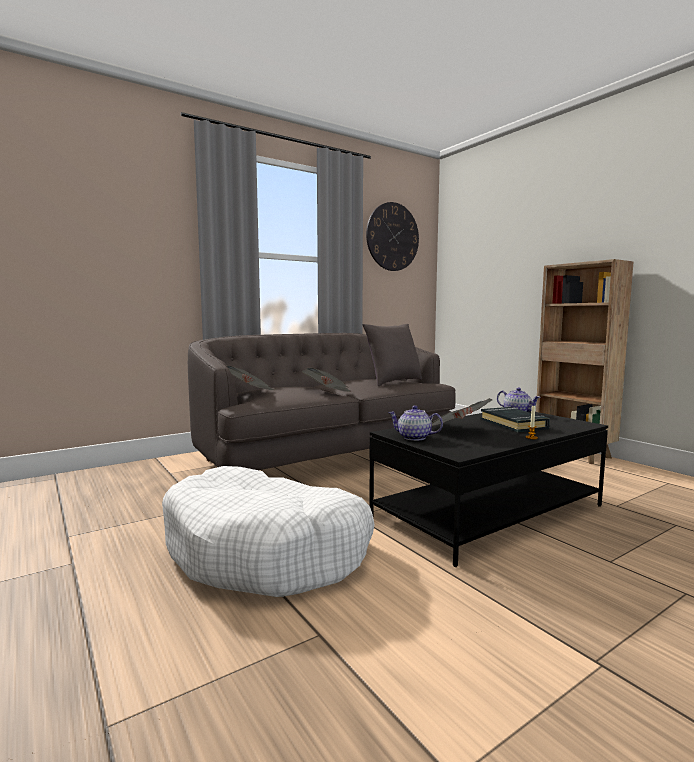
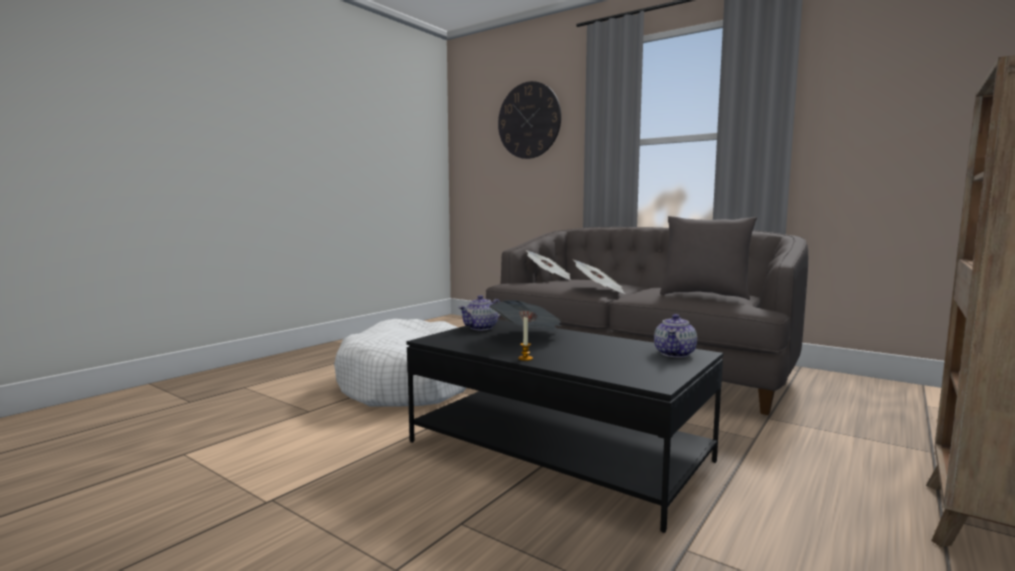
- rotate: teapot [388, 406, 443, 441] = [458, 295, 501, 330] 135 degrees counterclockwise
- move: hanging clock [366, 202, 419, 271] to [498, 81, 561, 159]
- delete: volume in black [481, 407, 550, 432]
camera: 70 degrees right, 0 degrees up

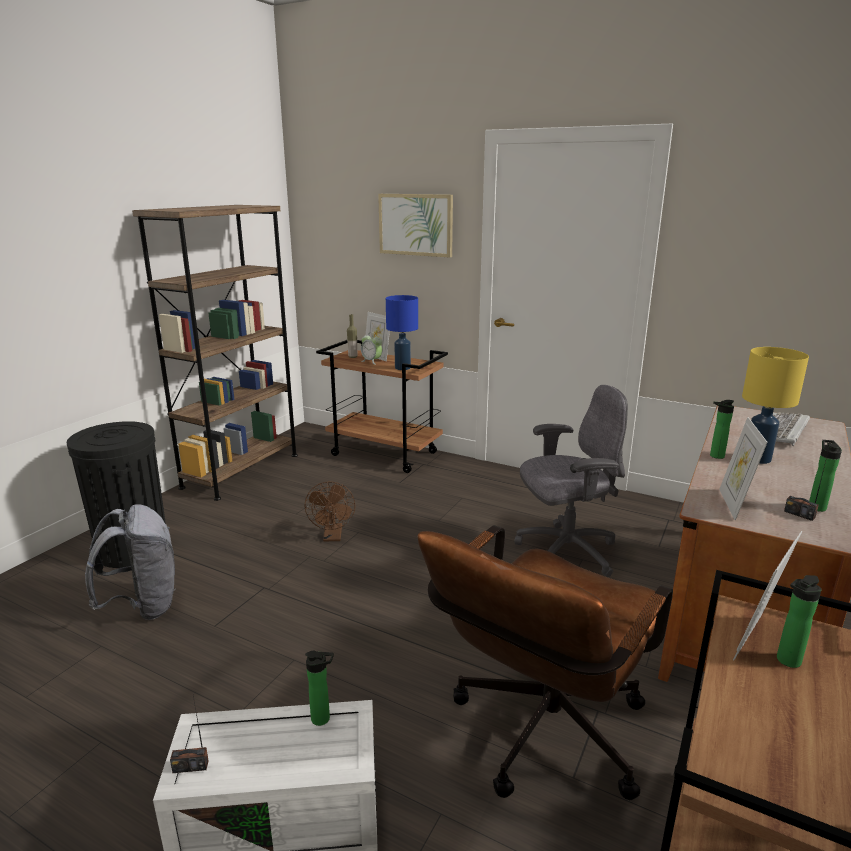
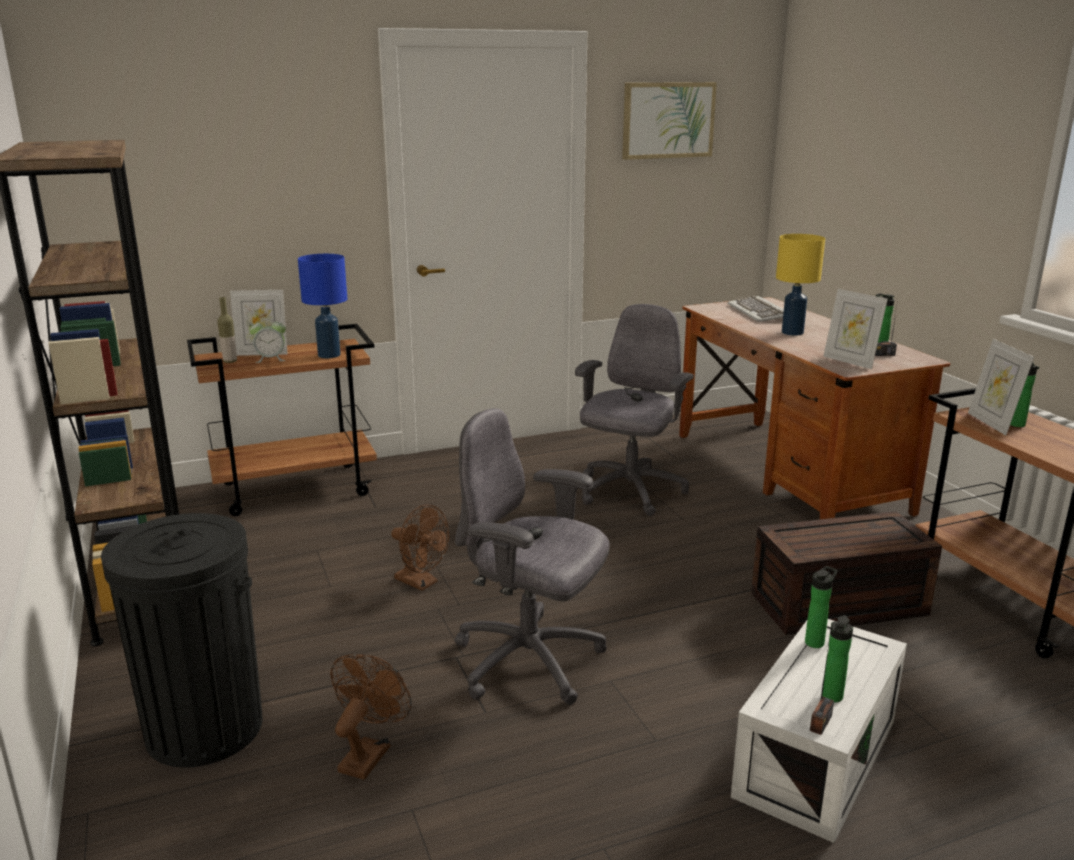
- replace: knapsack in grey [85, 504, 175, 620] to cooling fan in brown [330, 654, 412, 779]
- insert: computer chair in grey [455, 408, 610, 705]
- move: picture [378, 194, 453, 257] to [622, 82, 717, 160]
- replace: computer chair in brown [417, 525, 673, 800] to storage container in brown [751, 511, 942, 635]
- move: bottle [710, 400, 734, 459] to [822, 615, 853, 702]
camera: 50 degrees left, 0 degrees up

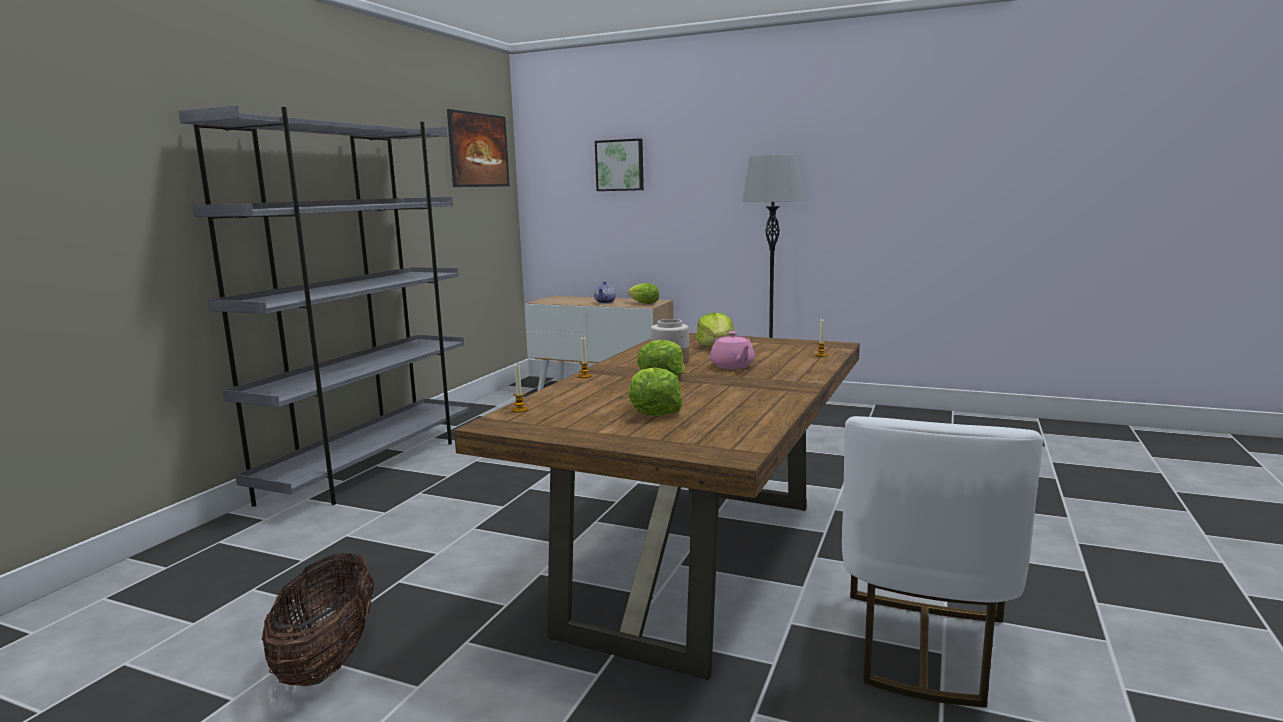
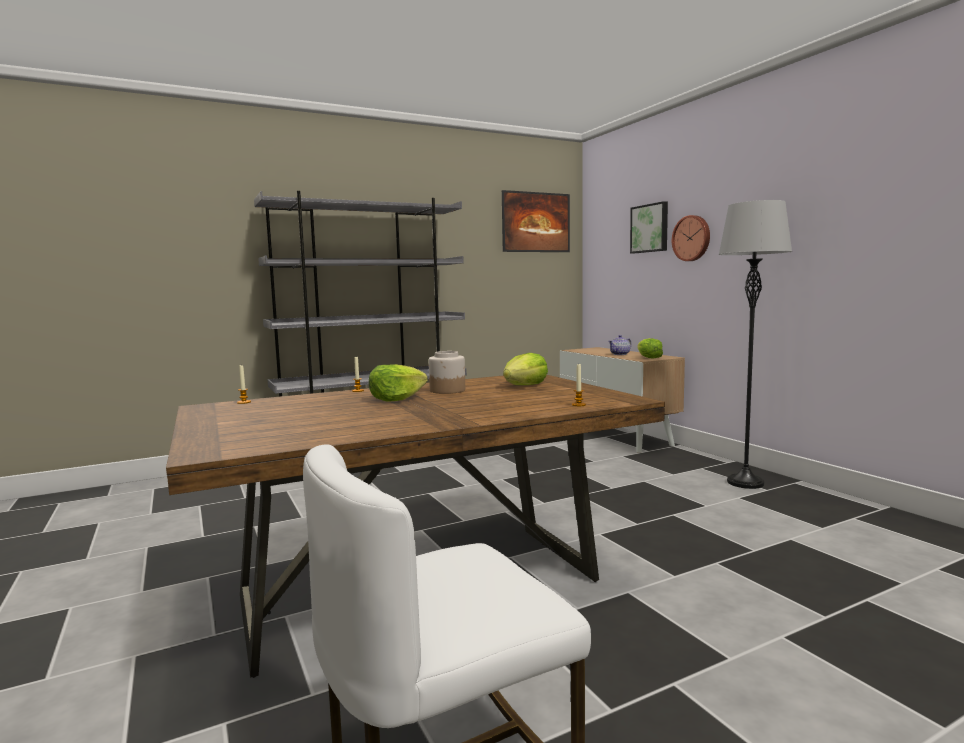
- insert: hanging clock [672, 215, 710, 261]
- delete: basket [262, 553, 374, 686]
- delete: head of lettuce [628, 367, 683, 416]
- delete: teapot in pinkish [710, 332, 755, 369]
camera: 40 degrees right, 5 degrees down

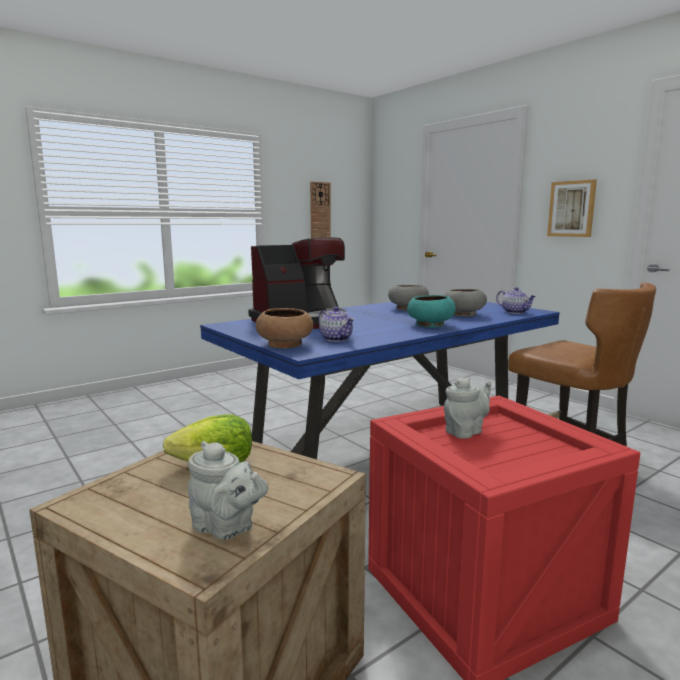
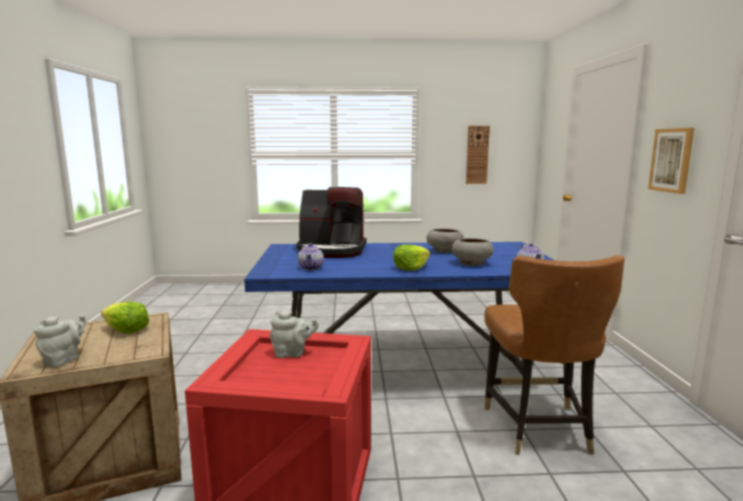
- rotate: teapot in grey [188, 441, 268, 540] = [34, 314, 86, 367] 135 degrees counterclockwise
- replace: deep dish in turquoise-coloured [407, 295, 456, 328] to head of lettuce [393, 245, 430, 271]
- delete: deep dish in brown [255, 308, 313, 349]
camera: 35 degrees right, 0 degrees up

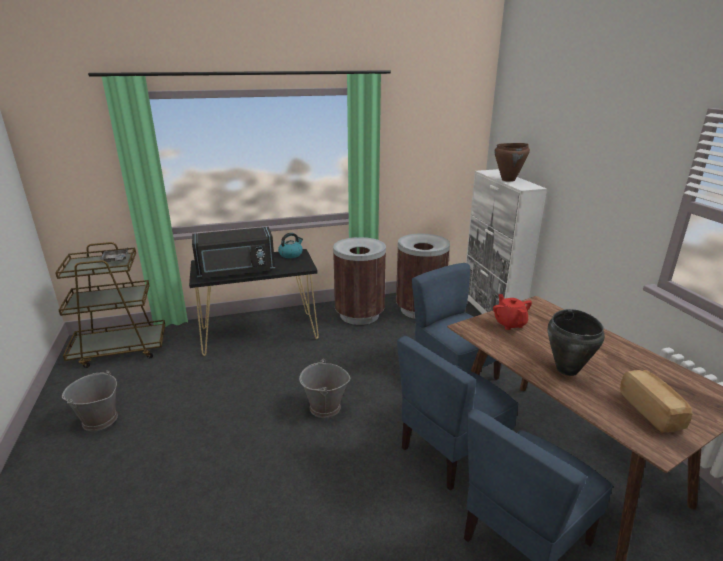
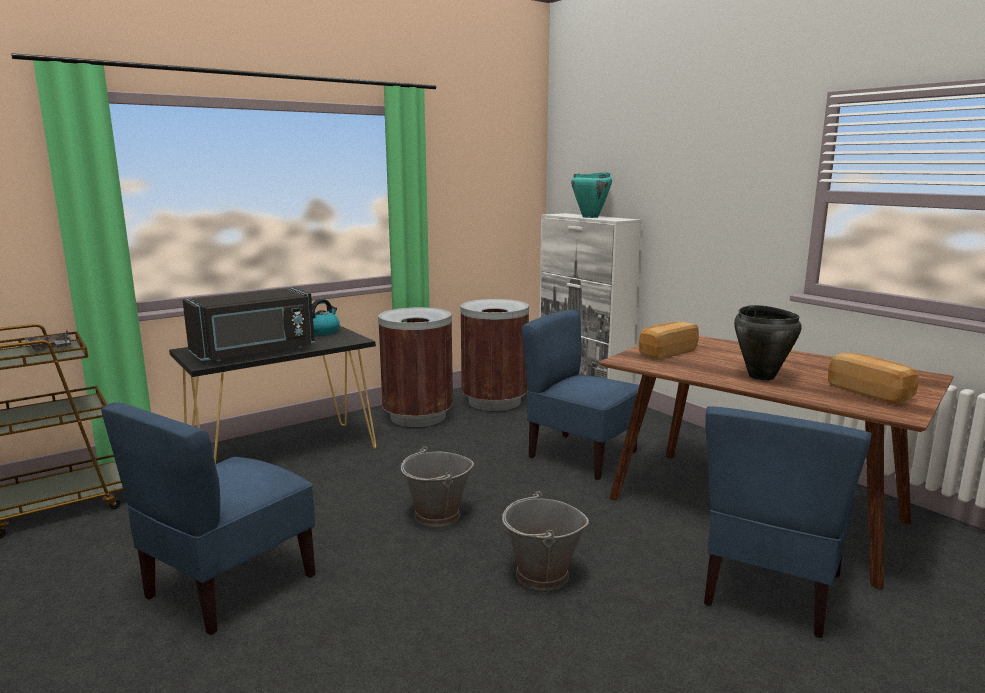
- move: plain chair in bluish [397, 336, 518, 491] to [101, 402, 315, 635]
- move: water bucket in grey [62, 370, 118, 431] to [502, 491, 589, 591]
- recolor: stockpot in brown [495, 143, 530, 182] to stockpot in turquoise-coloured [571, 172, 612, 218]
- replace: teapot in red-coloured [493, 294, 532, 330] to bakery bread [639, 322, 699, 360]
camera: 20 degrees left, 10 degrees down

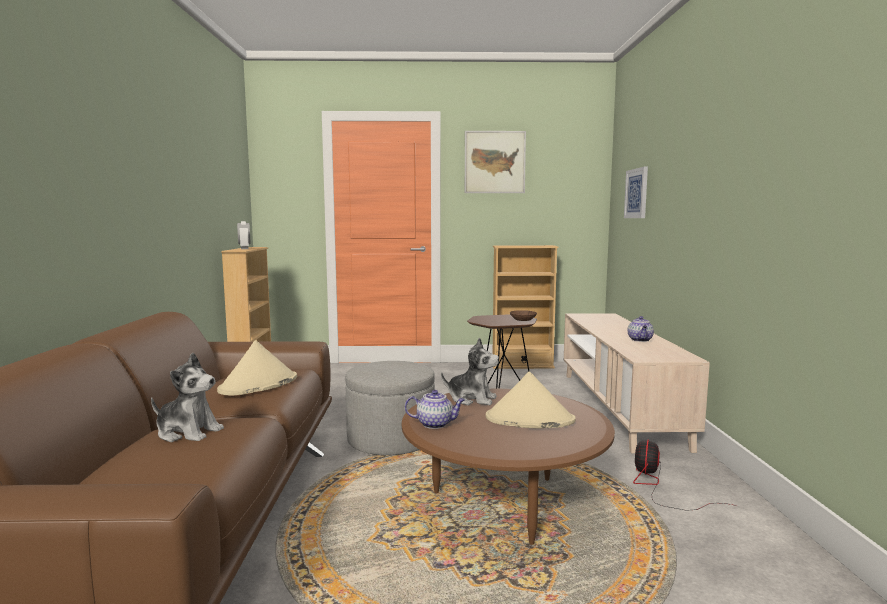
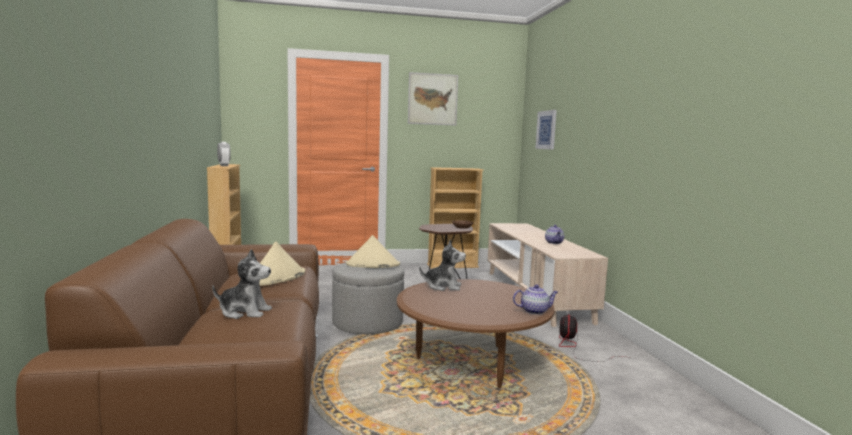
- move: wearable hat in sand-coloured [486, 372, 576, 429] to [346, 235, 400, 268]
- move: teapot [405, 390, 465, 429] to [513, 285, 558, 314]
camera: 10 degrees left, 0 degrees up

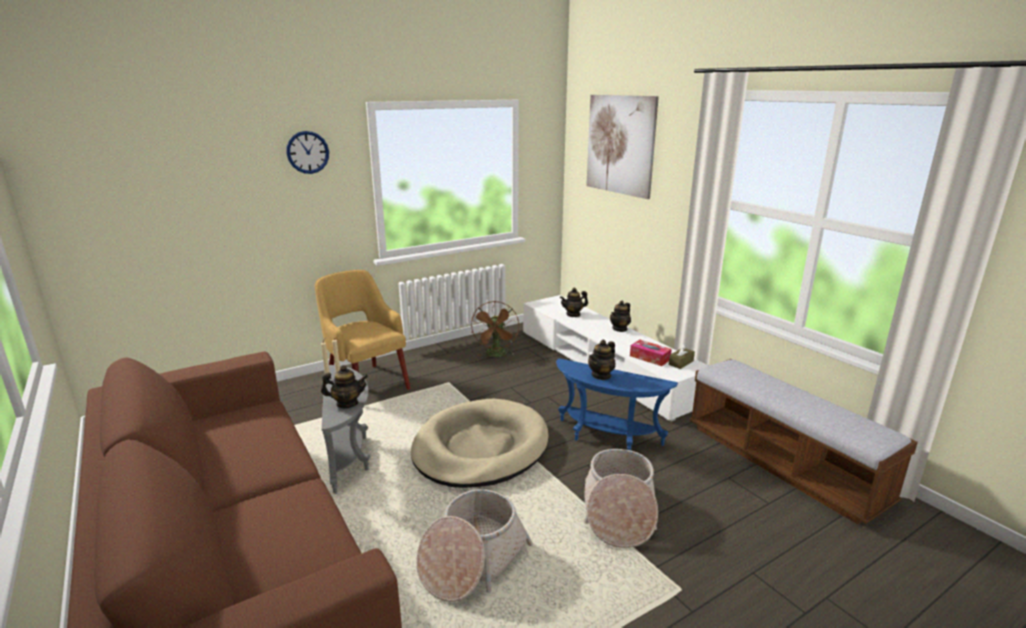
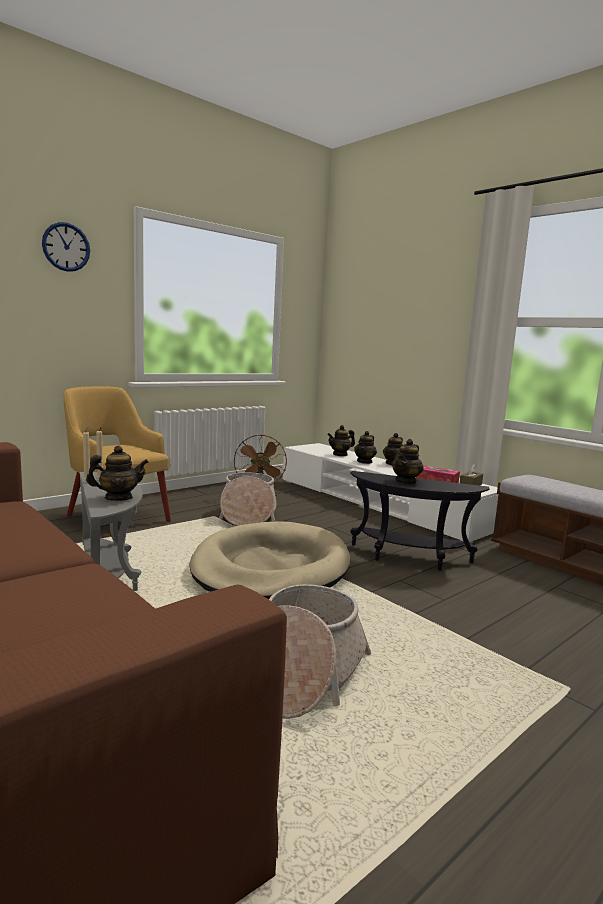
- move: basket [584, 449, 658, 548] to [219, 473, 276, 526]
- recolor: side table in bluish [556, 358, 678, 450] to side table in black [350, 471, 490, 570]
- insert: teapot [354, 431, 377, 464]
- delete: picture [586, 95, 659, 199]
camera: 10 degrees left, 10 degrees down

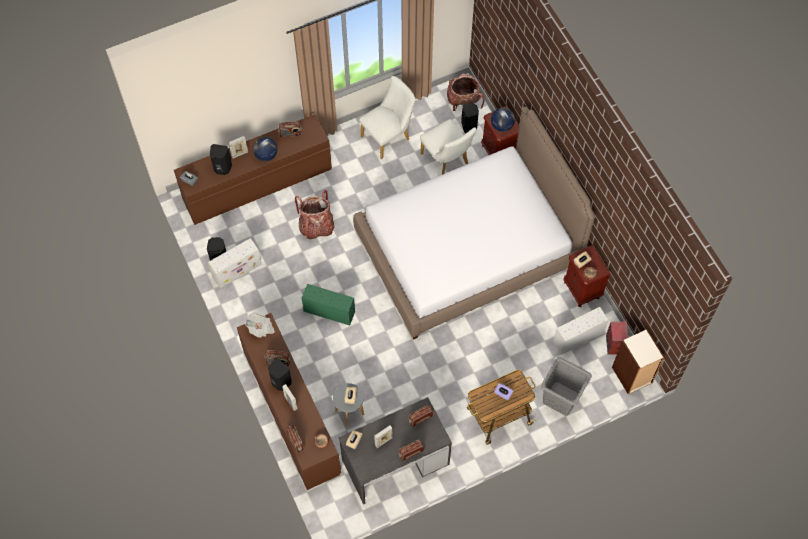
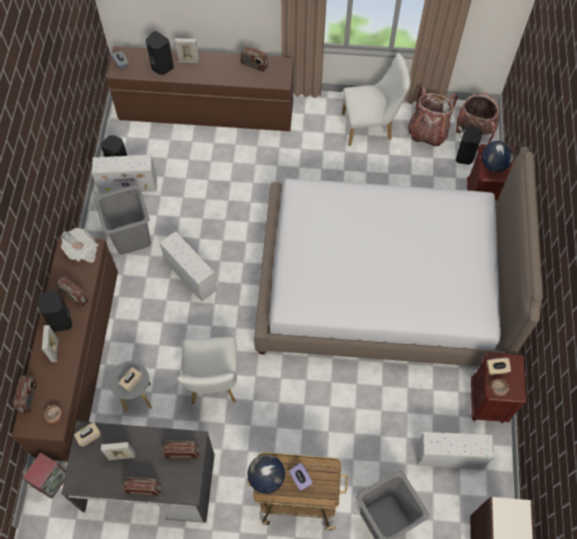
- move: speaker [606, 322, 628, 355] to [22, 453, 66, 499]
- insert: washing basket in grey [94, 185, 151, 255]
- recolor: storage container in greenish [301, 284, 355, 326] to storage container in white-coloured [160, 231, 217, 301]
- move: plain chair in white-coloured [420, 119, 477, 175] to [177, 337, 237, 405]
- move: world globe [253, 137, 277, 161] to [247, 455, 285, 493]
- move: knapsack [295, 190, 334, 239] to [408, 87, 457, 146]
camera: 30 degrees right, 0 degrees up

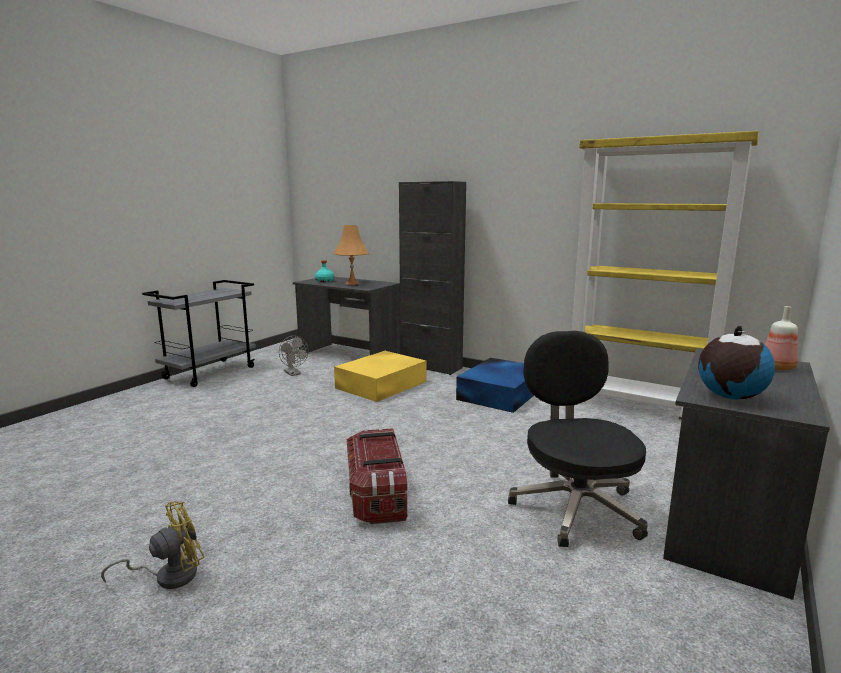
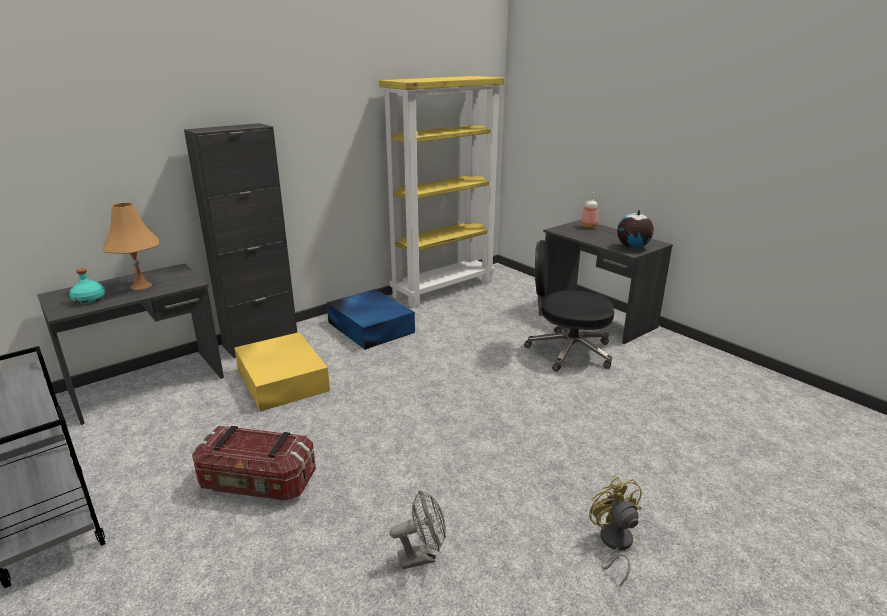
- move: storage container [347, 428, 407, 524] to [192, 426, 316, 501]
- move: cooling fan in grey [279, 336, 309, 376] to [390, 490, 446, 570]
camera: 70 degrees left, 10 degrees up

